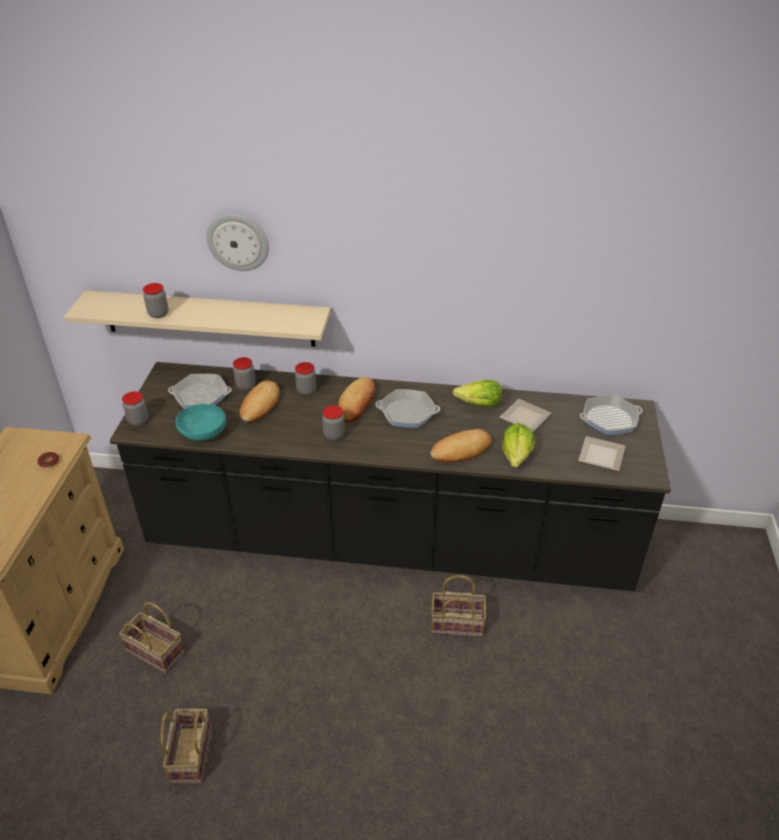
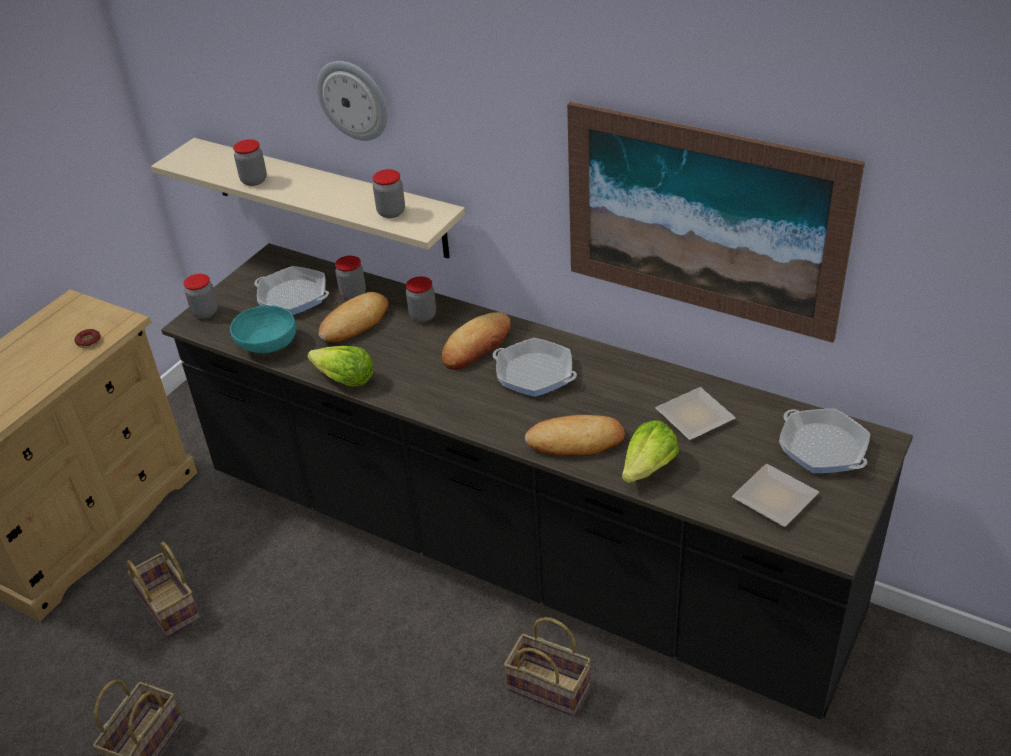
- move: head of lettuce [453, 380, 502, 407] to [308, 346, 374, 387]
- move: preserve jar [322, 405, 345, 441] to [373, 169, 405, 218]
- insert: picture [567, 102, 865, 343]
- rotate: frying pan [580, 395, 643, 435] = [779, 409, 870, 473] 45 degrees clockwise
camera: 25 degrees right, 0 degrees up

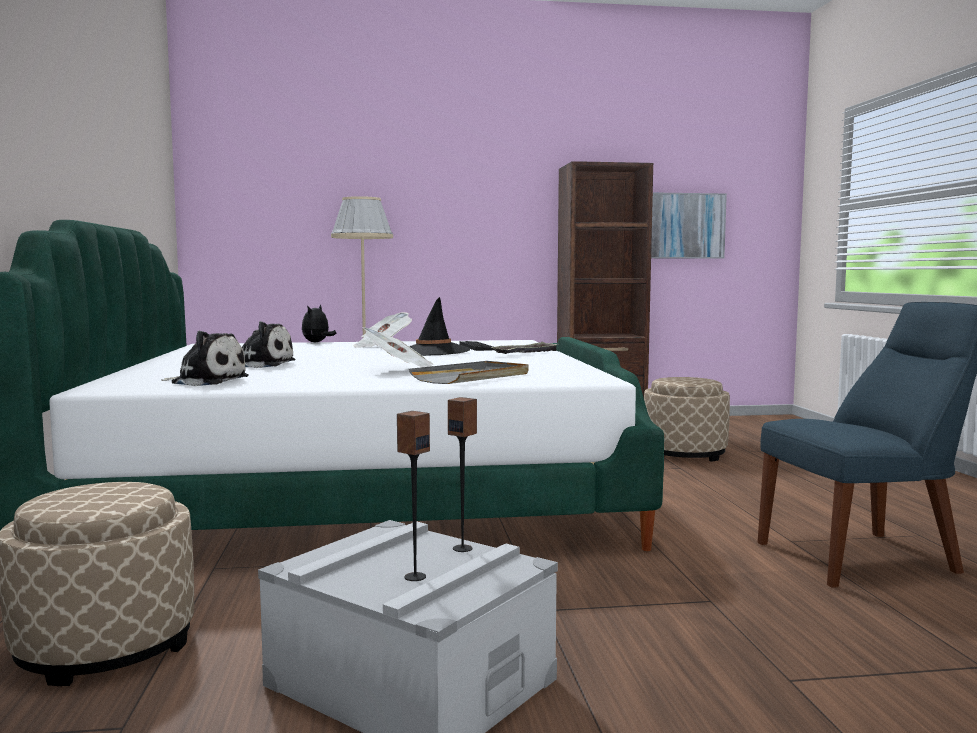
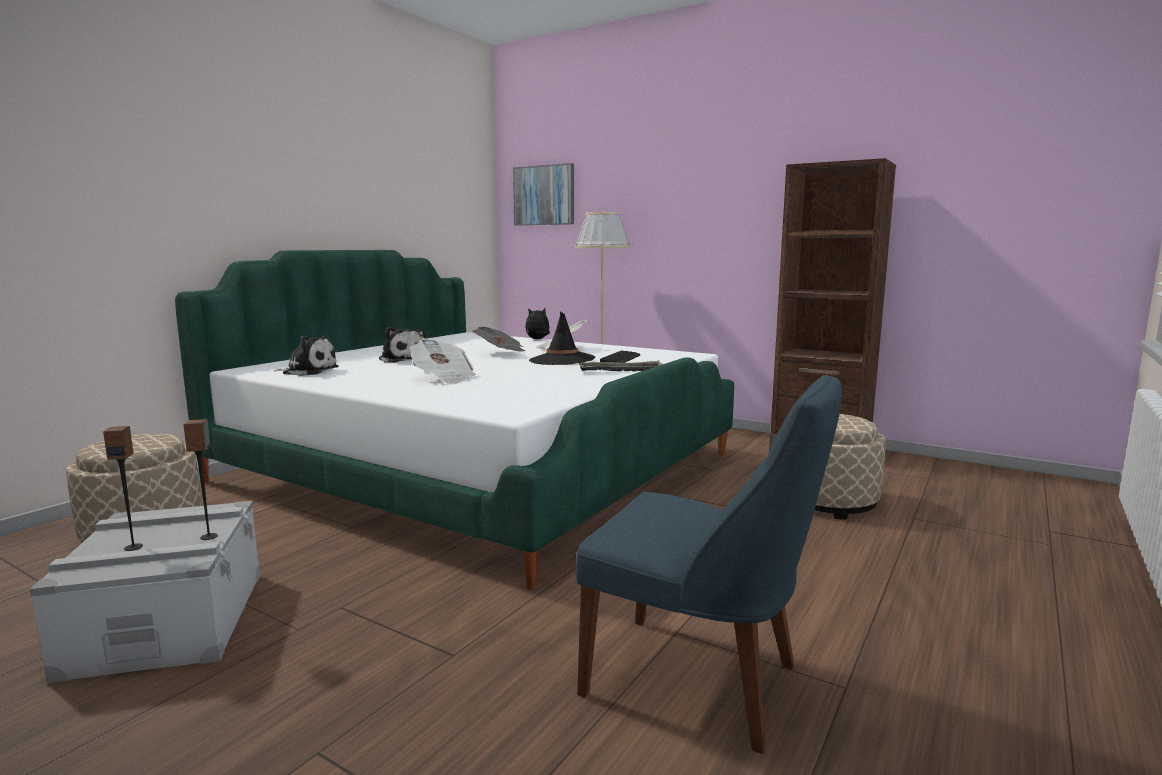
- rotate: plush toy [161, 331, 249, 386] = [274, 336, 339, 376] 45 degrees counterclockwise
- insert: daily paper [473, 327, 525, 351]
- move: picture [651, 192, 727, 259] to [513, 163, 574, 225]
- delete: carrying tray in grey [409, 361, 529, 384]
camera: 40 degrees right, 5 degrees up

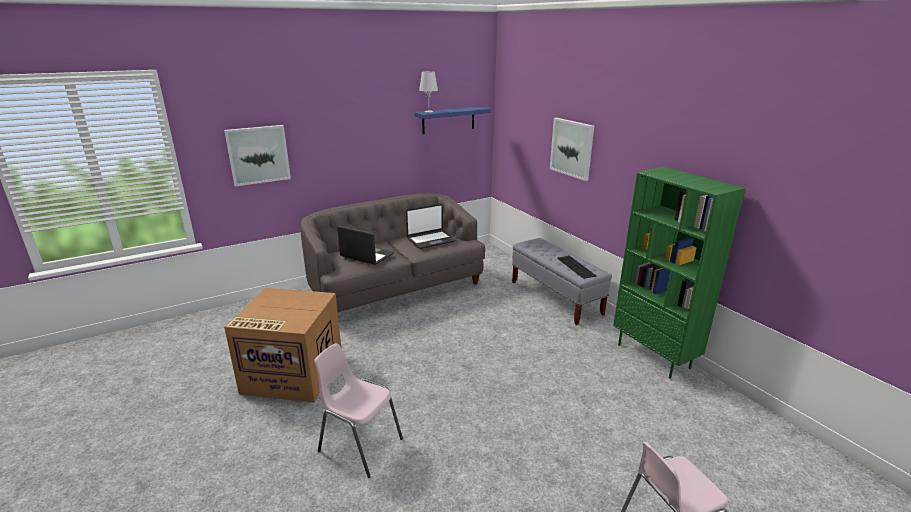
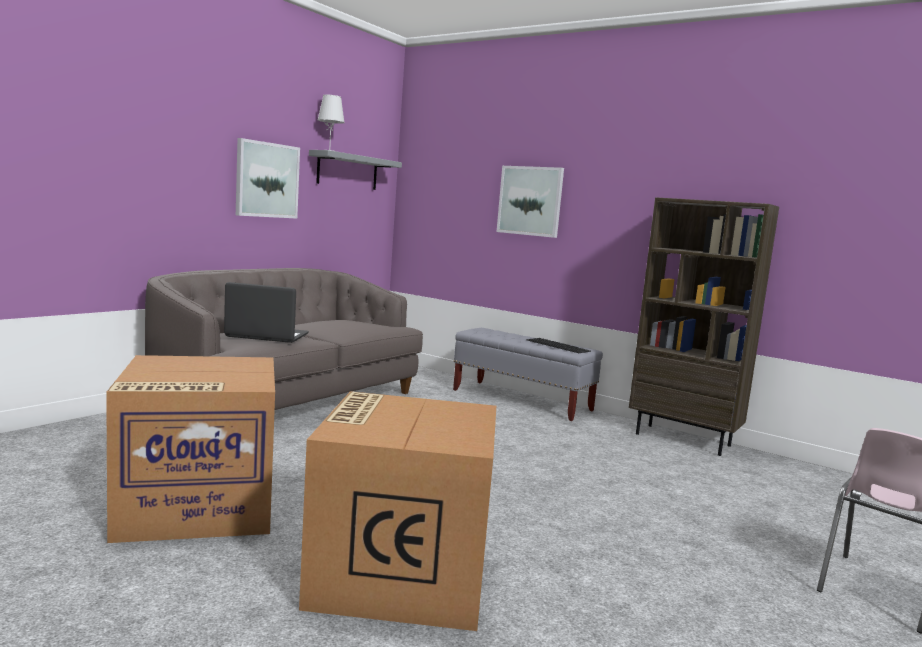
- move: picture [224, 125, 291, 187] to [236, 138, 300, 219]
- replace: plain chair in pinkish [314, 343, 403, 478] to cardboard box [299, 391, 496, 631]
- recolor: wall shelf in bluish [415, 107, 491, 134] to wall shelf in grey [309, 150, 402, 190]
- recolor: bookshelf in greenish [613, 167, 746, 379] to bookshelf in brown [629, 197, 779, 456]
- delete: laptop [406, 204, 456, 249]
camera: 25 degrees left, 15 degrees down

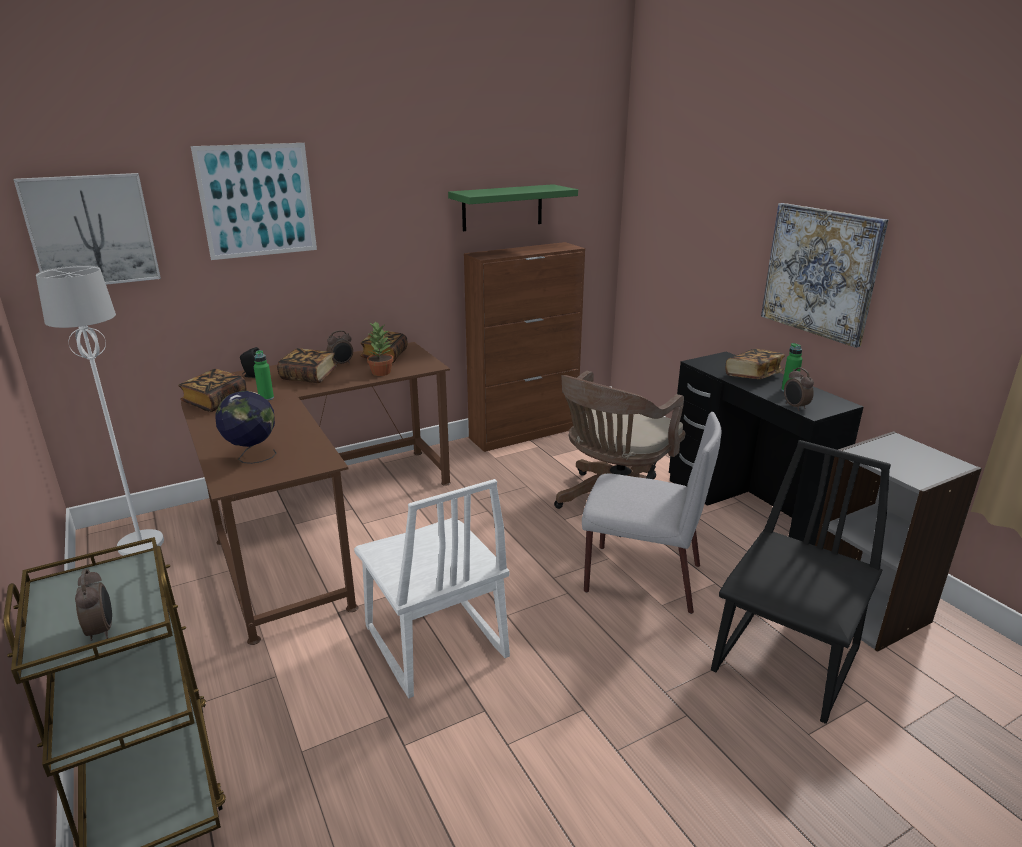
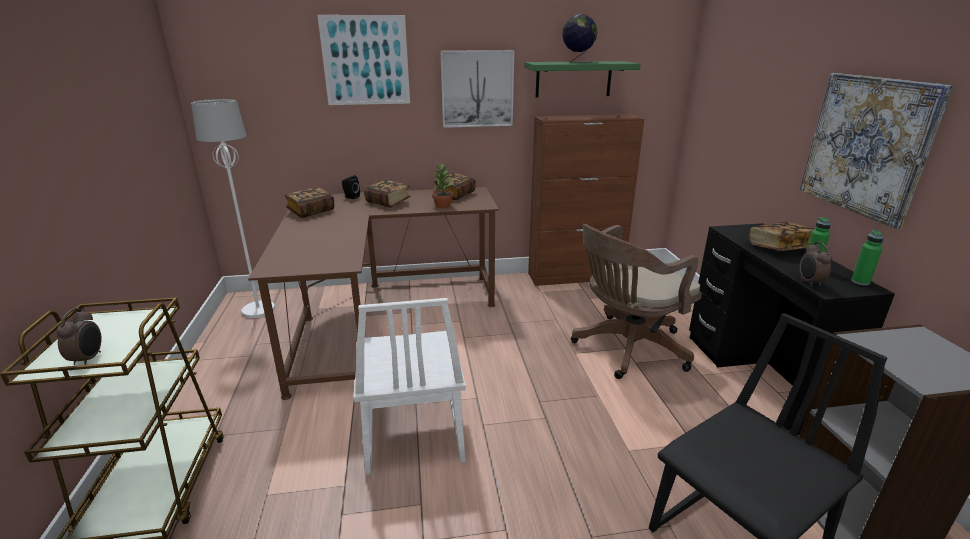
- move: picture [14, 173, 161, 285] to [441, 50, 514, 128]
- move: world globe [215, 391, 276, 464] to [562, 14, 597, 63]
- move: bottle in greenish [254, 350, 274, 401] to [851, 230, 884, 285]
- delete: alarm clock [327, 330, 353, 365]
- delete: plain chair in grey [582, 412, 722, 614]
camera: 20 degrees right, 0 degrees up

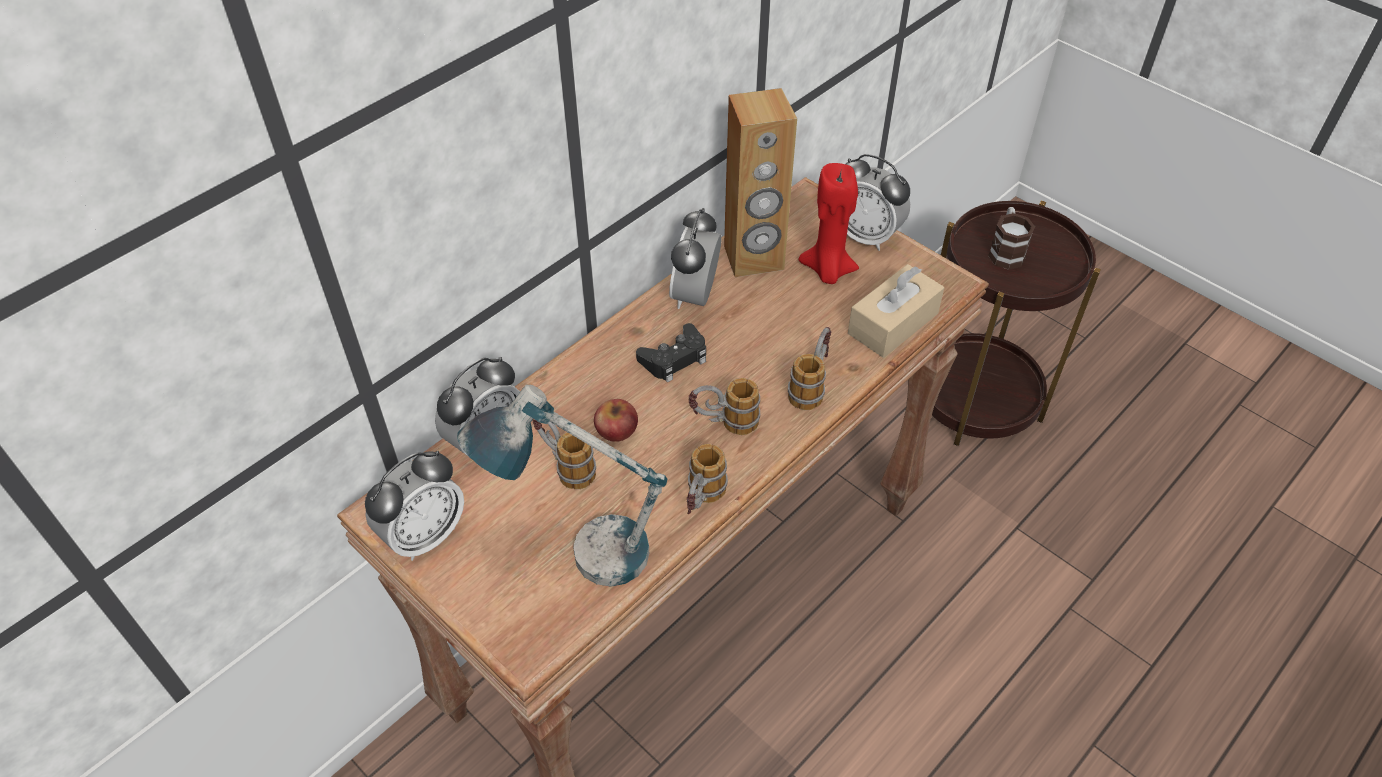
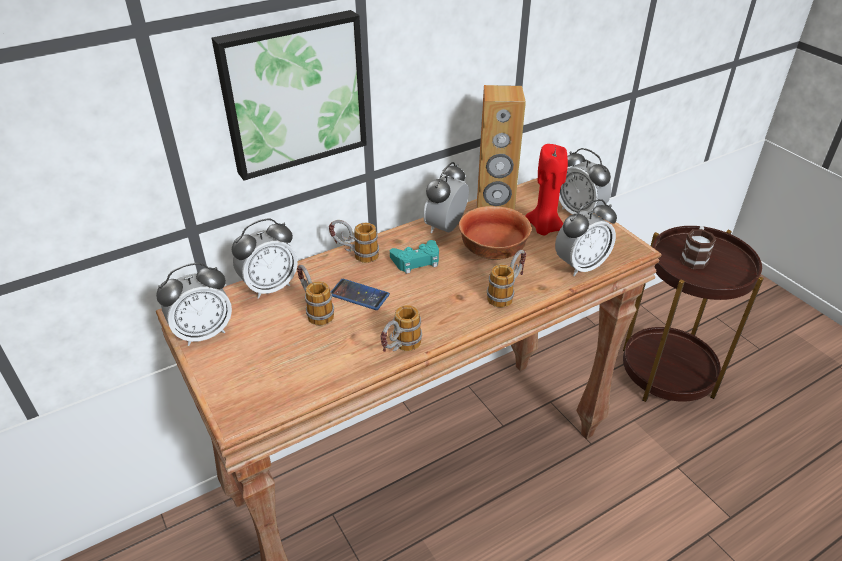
- insert: picture [212, 10, 367, 180]
- move: coffee mug [689, 378, 760, 435] to [329, 220, 379, 263]
- replace: whole apple [594, 399, 638, 442] to telephone [331, 279, 390, 310]
- recolor: joypad in black [636, 323, 706, 382] to joypad in turquoise-coloured [390, 240, 439, 274]
- insert: deep dish [459, 206, 531, 260]
- replace: tissue box in sand-coloured [848, 264, 944, 358] to alarm clock [555, 199, 617, 276]
- delete: lamp for a table [457, 385, 667, 587]
camera: 15 degrees right, 10 degrees down

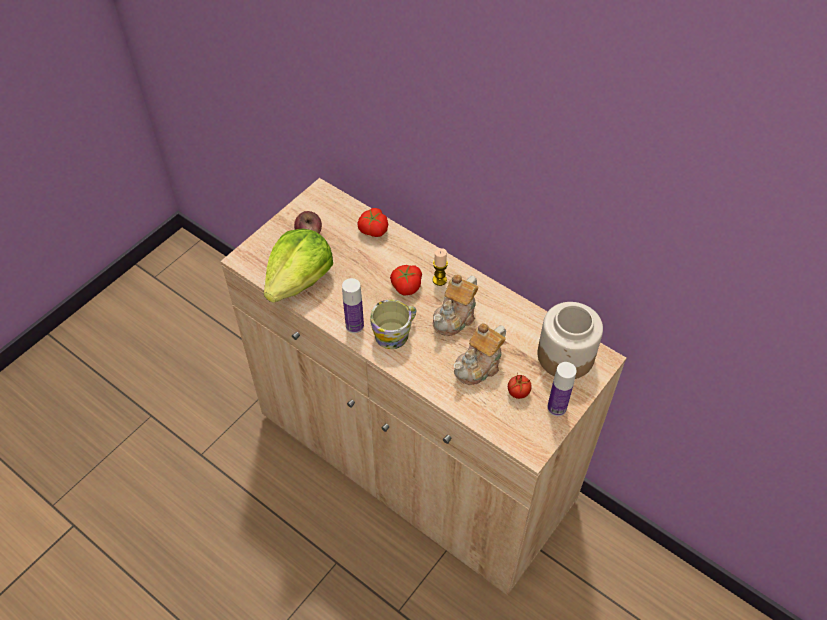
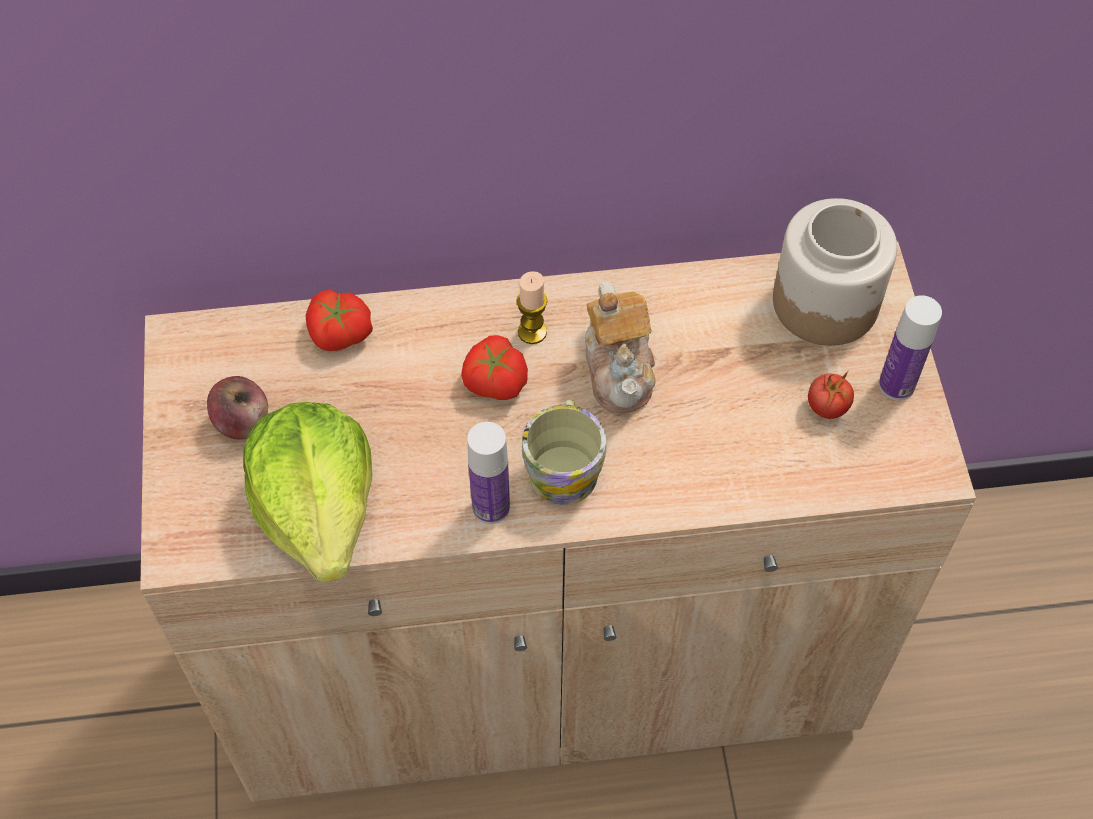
- delete: teapot [453, 323, 506, 385]
camera: 45 degrees left, 5 degrees up

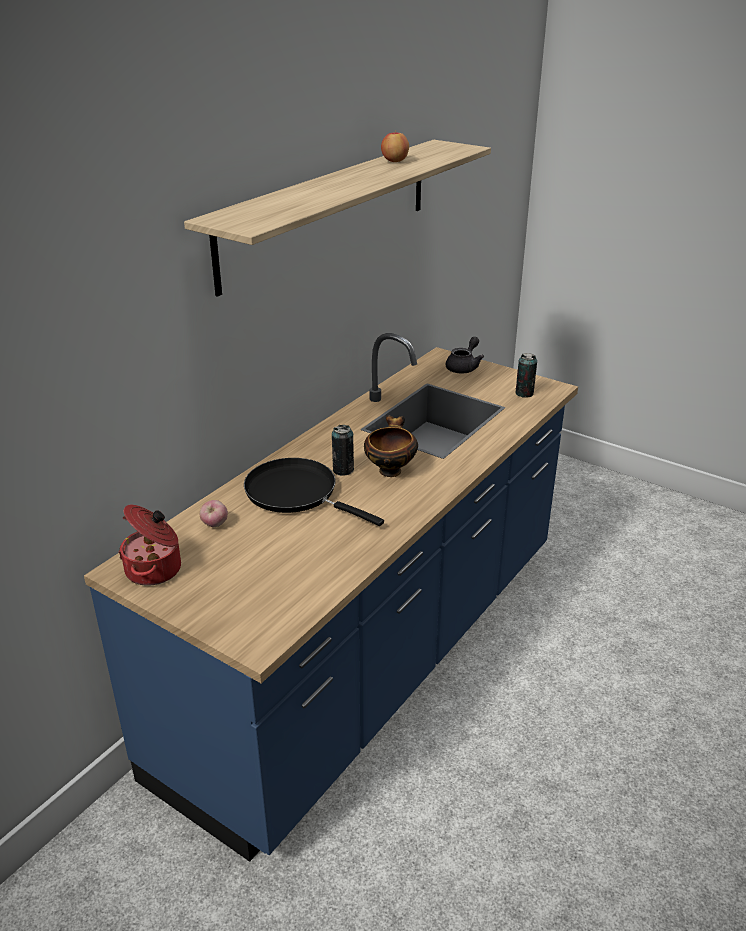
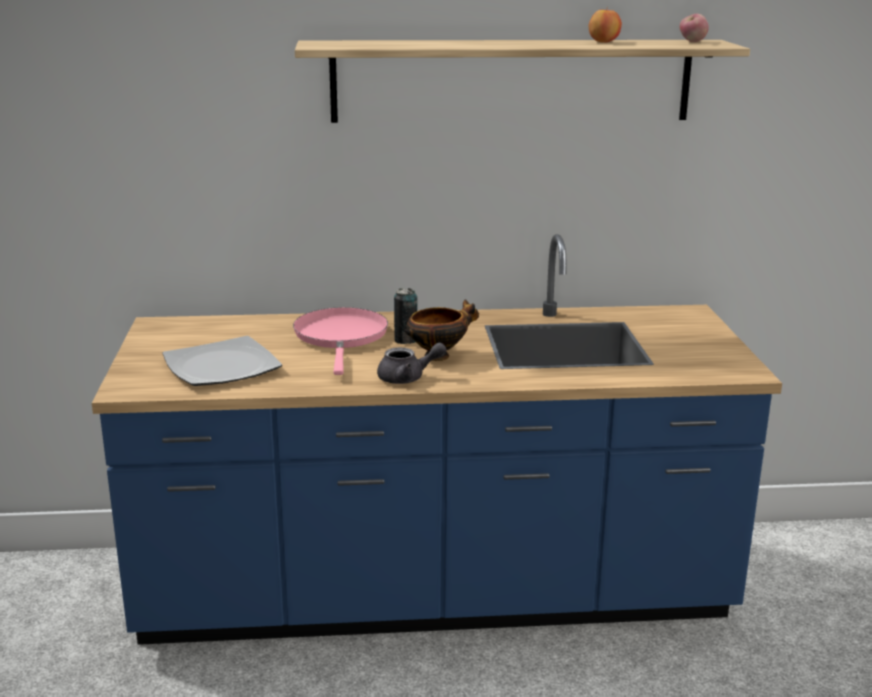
- insert: dinner plate [162, 336, 282, 386]
- recolor: frying pan in black [244, 458, 384, 526] to frying pan in pinkish [293, 307, 388, 375]
- move: teapot in grey [446, 337, 484, 374] to [377, 342, 447, 384]
- move: whole apple [200, 500, 228, 527] to [680, 14, 709, 42]
- delete: stockpot [118, 505, 181, 586]
- delete: metal can [515, 353, 537, 398]
camera: 50 degrees right, 10 degrees down

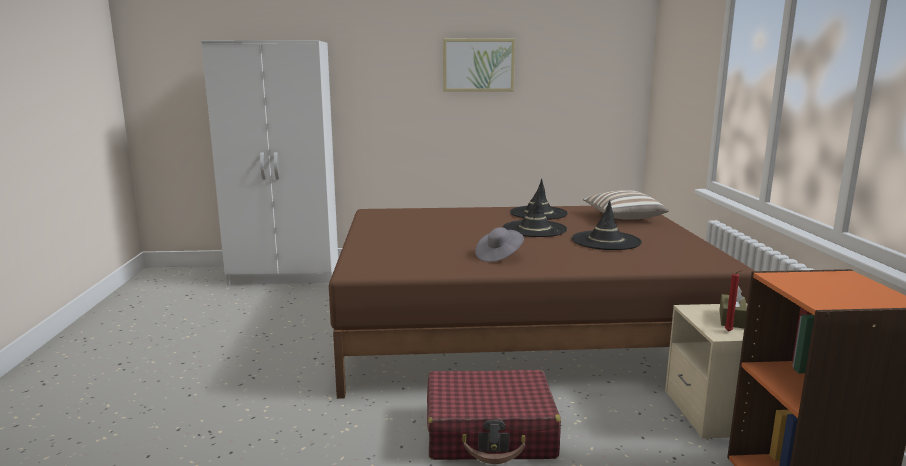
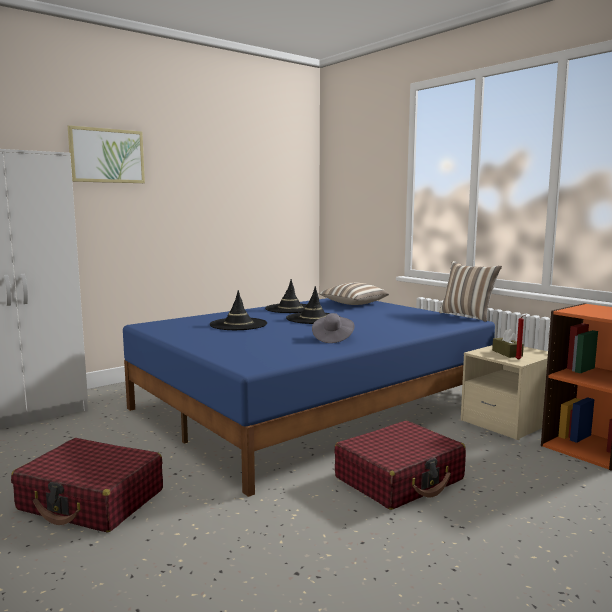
- insert: suitcase in red-coloured [11, 438, 163, 532]
- move: picture [443, 39, 515, 92] to [68, 125, 145, 183]
- recolor: bedroom bed in brown [329, 206, 755, 399] to bedroom bed in bluish [123, 298, 495, 497]
- move: wearable hat in black [572, 200, 642, 250] to [210, 290, 267, 330]
- insert: pillow [439, 261, 502, 322]
camera: 35 degrees left, 5 degrees down

